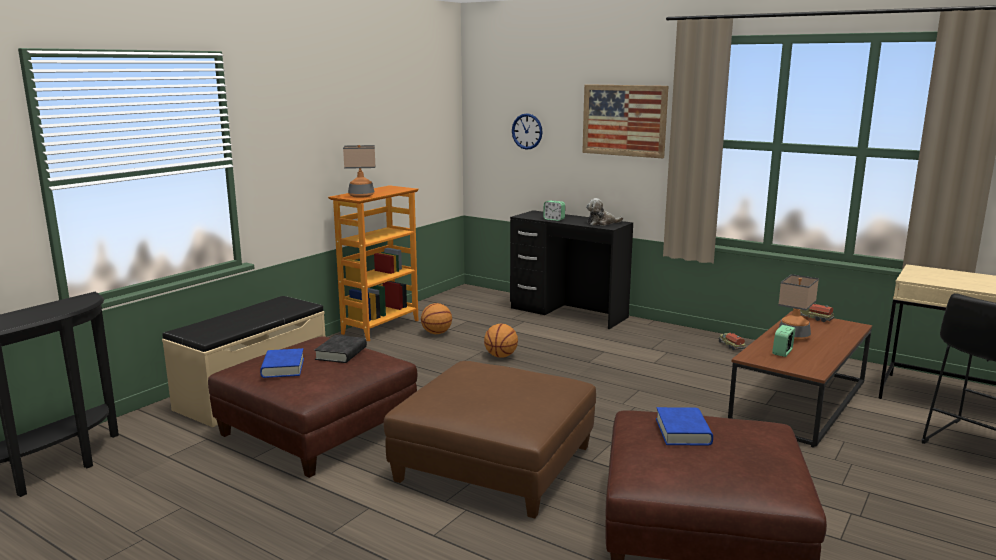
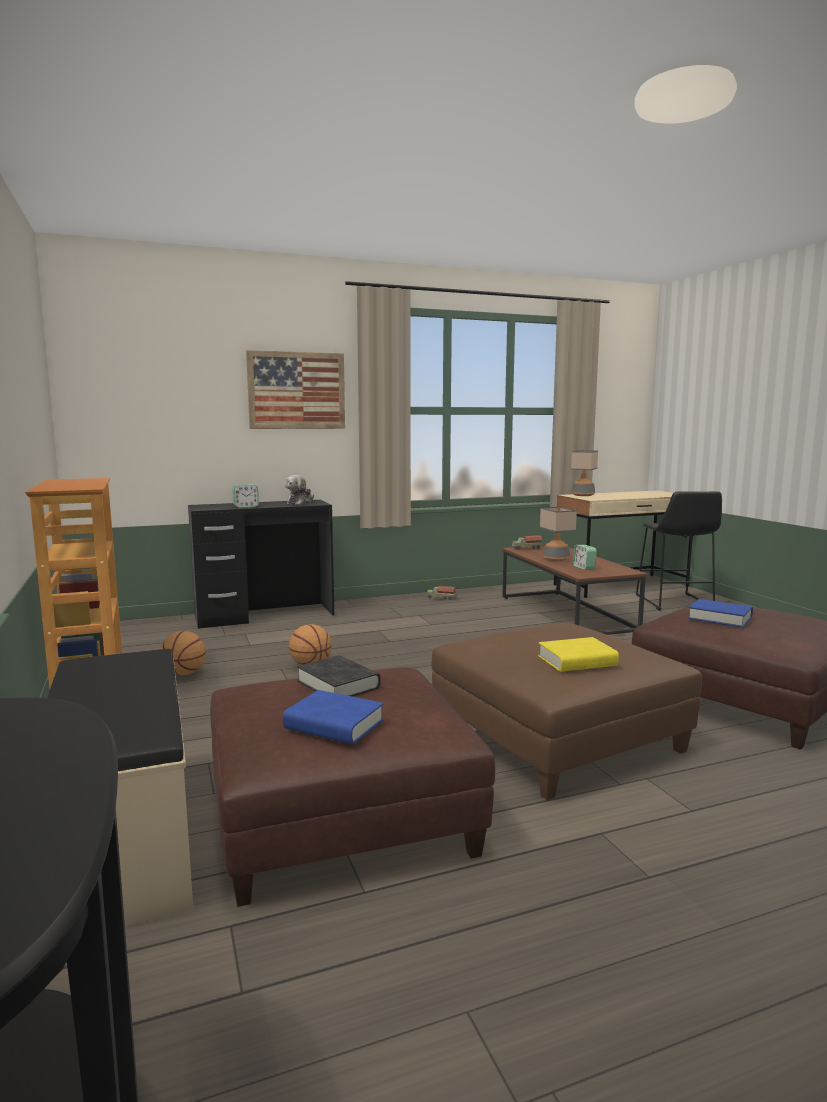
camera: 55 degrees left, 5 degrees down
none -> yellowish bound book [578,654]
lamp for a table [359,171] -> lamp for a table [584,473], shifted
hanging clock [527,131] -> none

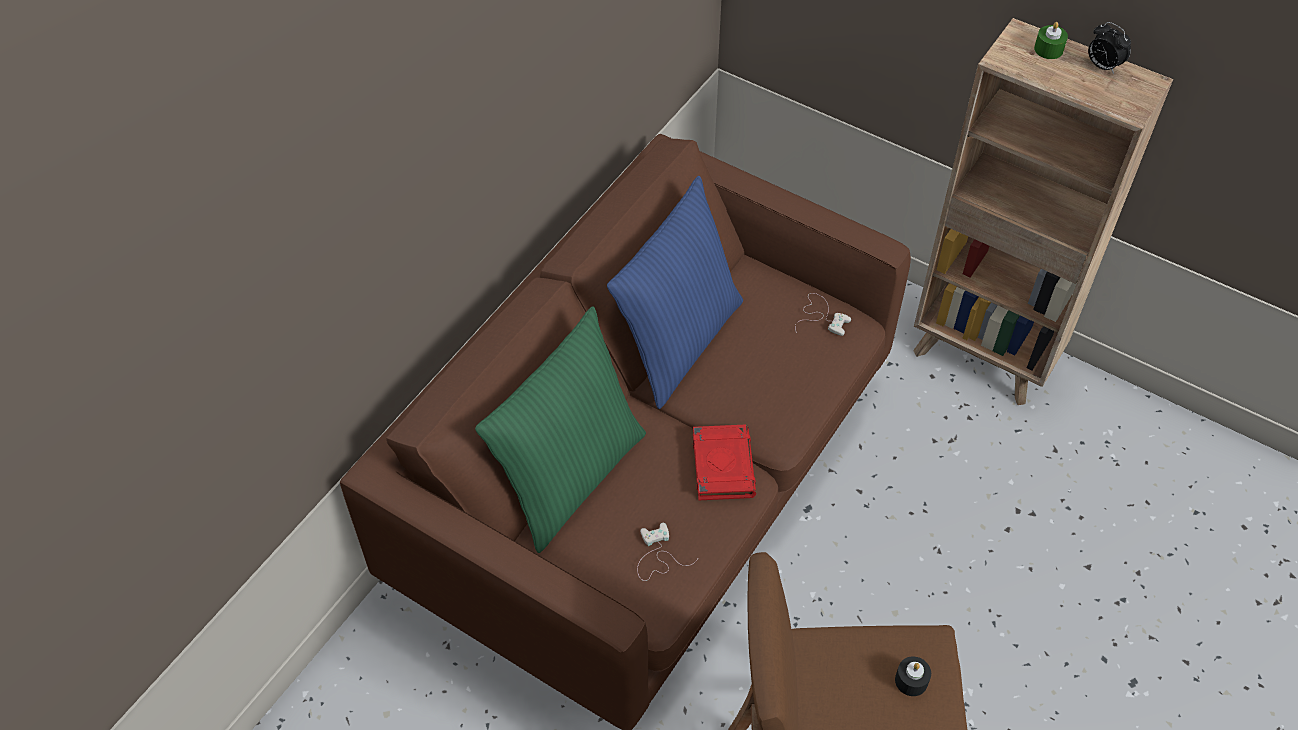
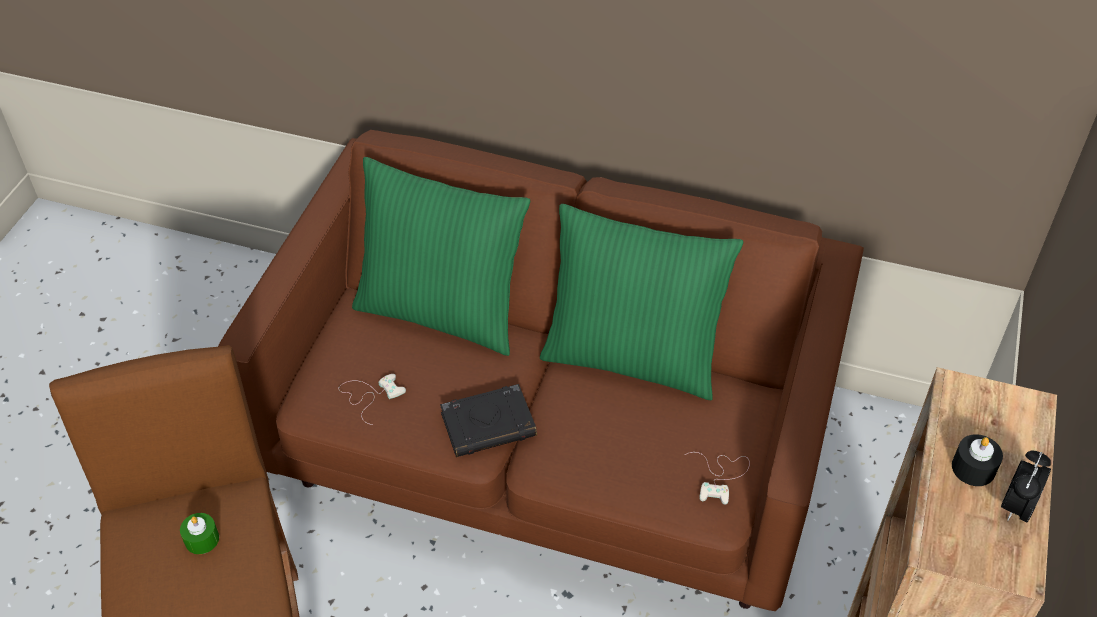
camera: 75 degrees right, 5 degrees down
greenish wax light [1051,40] -> greenish wax light [199,533], shifted
red bound book [724,462] -> blackish bound book [488,420]
blue pillow [675,292] -> greenish pillow [641,302]
blackish wax light [913,676] -> blackish wax light [977,460], shifted

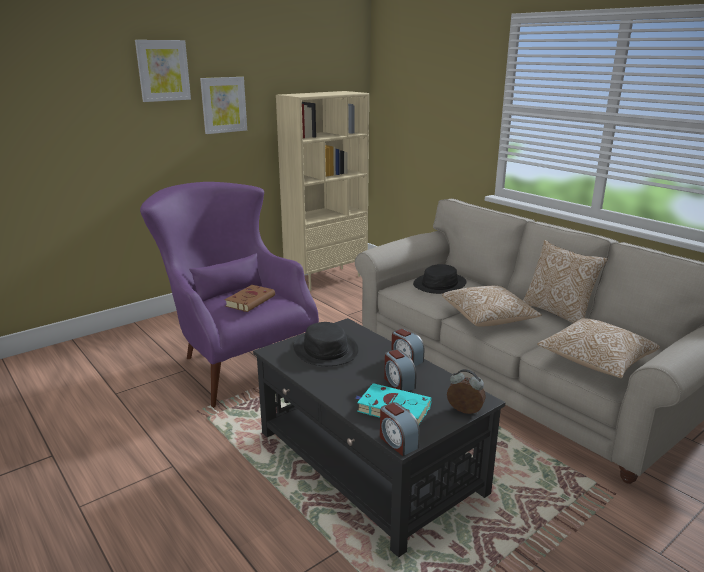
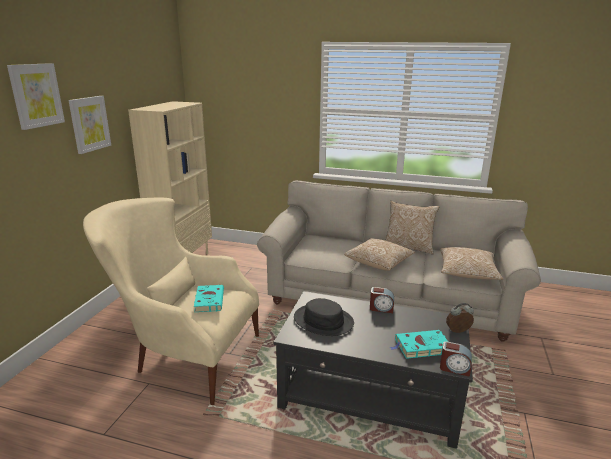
camera: 35 degrees left, 0 degrees up
purple-coloured easy chair [229,295] -> beige easy chair [171,301]
brownish bound book [250,298] -> blue-green bound book [209,298]
bedside clock [400,370] -> none
blackish clothing hat [440,279] -> none

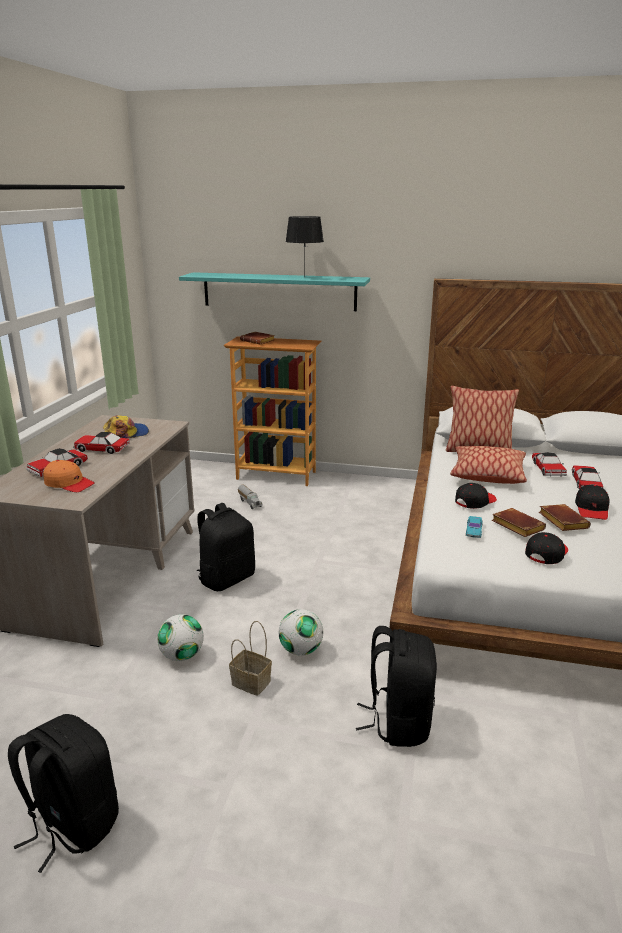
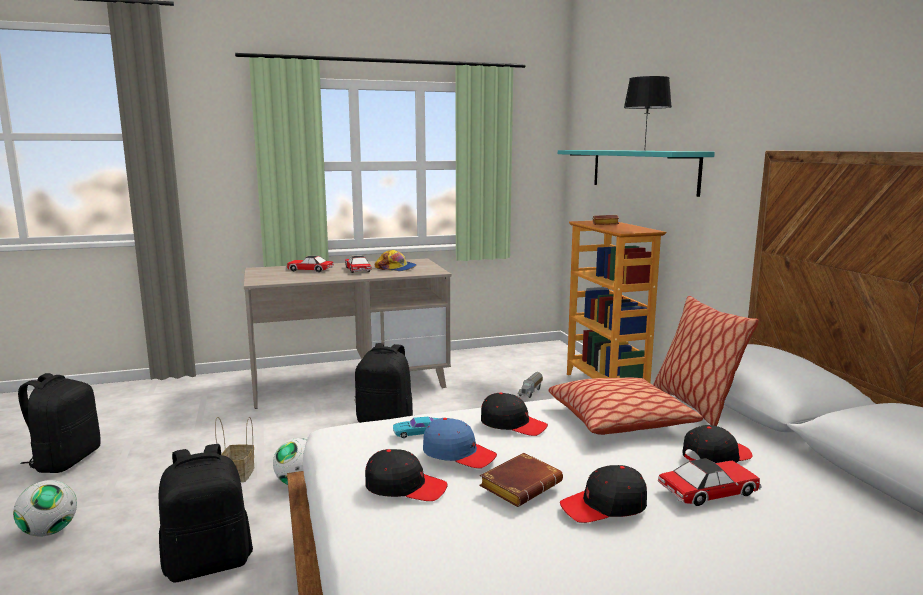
camera: 60 degrees right, 10 degrees down
football [180,637] -> football [45,508], shifted
brownish bound book [519,522] -> blue baseball cap [460,443]
miniature car [549,464] -> blackish baseball cap [717,444]
orange baseball cap [69,476] -> none

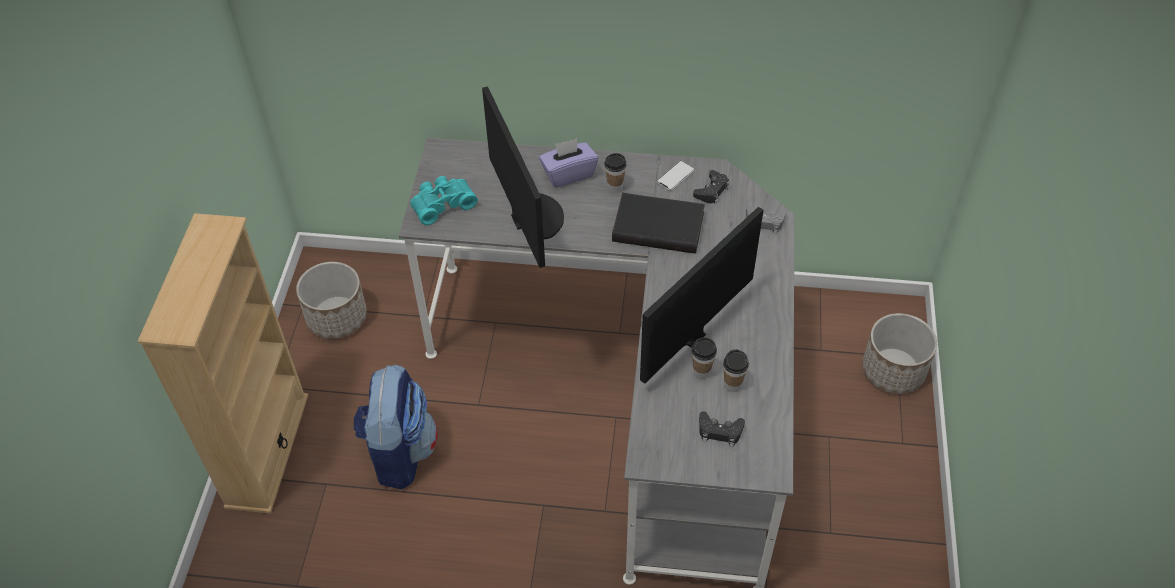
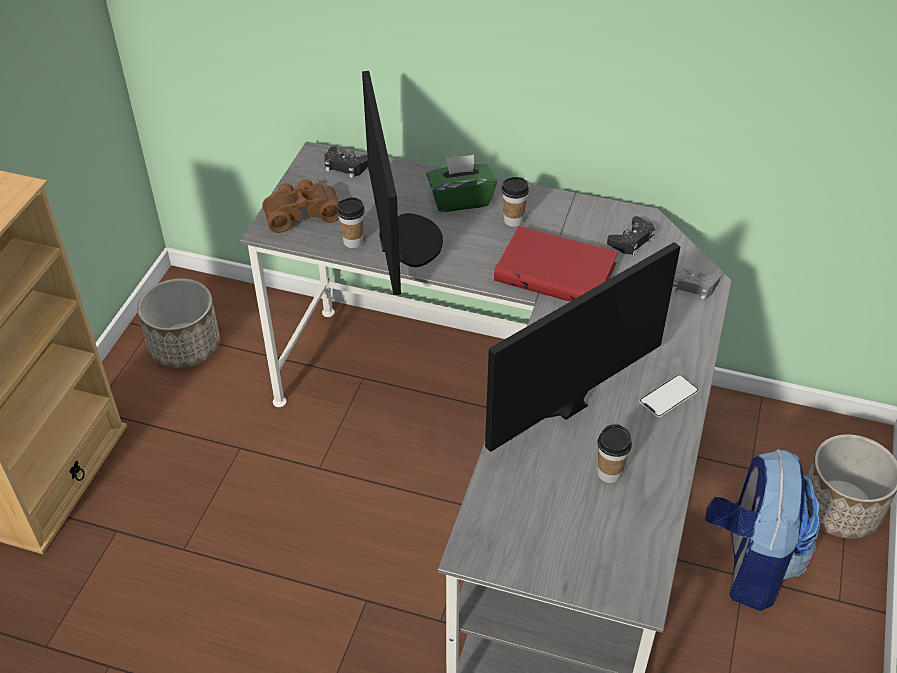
camera: 10 degrees right, 5 degrees down
blue-green field glasses [444,200] -> brownish field glasses [300,206]
blackish gamepad [722,429] -> blackish gamepad [346,162], shifted
drinking cup [704,358] -> drinking cup [351,222], shifted
purple-coloured box of tissues [568,163] -> greenish box of tissues [461,183]
blackish bound book [658,223] -> red bound book [556,264]
telephone [675,175] -> telephone [669,396], shifted
rucksack [396,427] -> rucksack [762,530], shifted

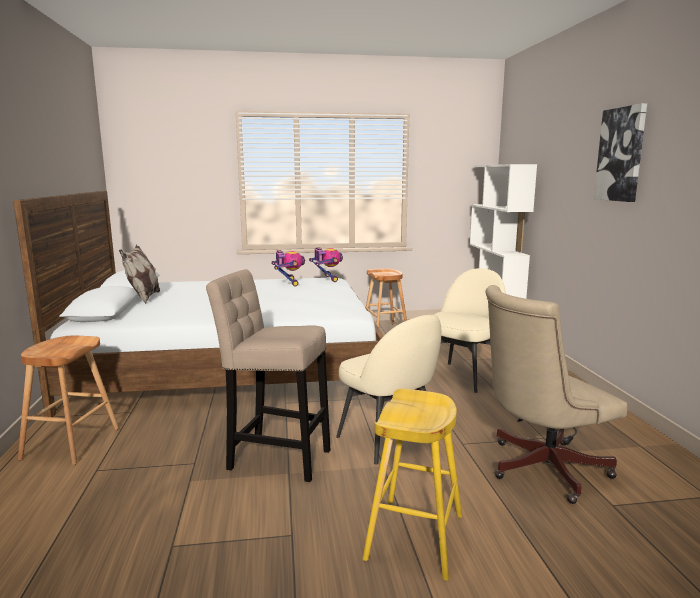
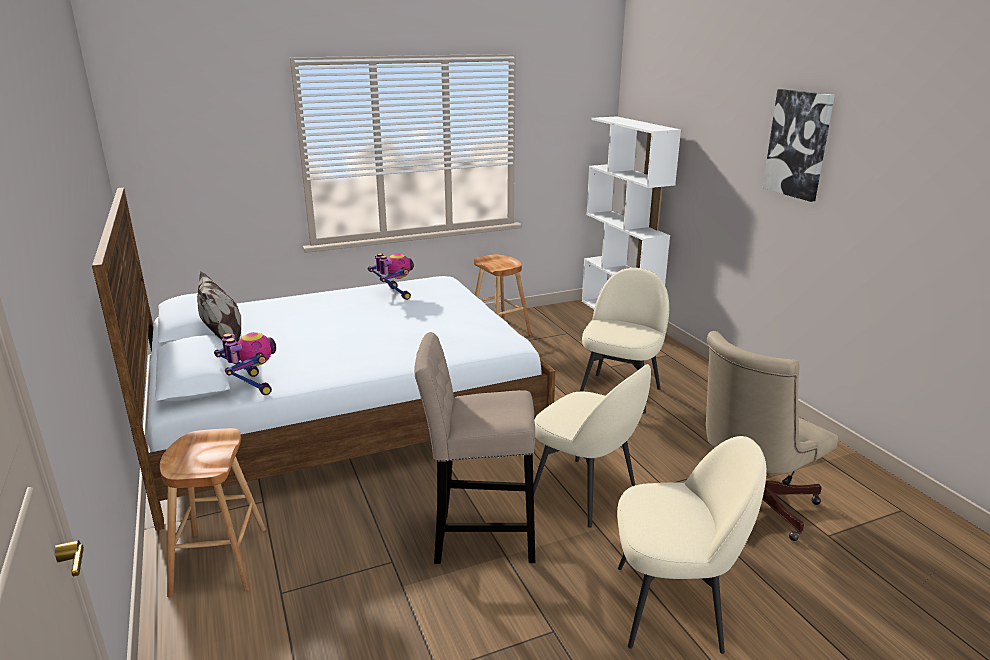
camera: 15 degrees left, 10 degrees up
toy robot [326,264] -> toy robot [245,363], shifted
yellowish sitting stool [412,485] -> beige plain chair [692,545]

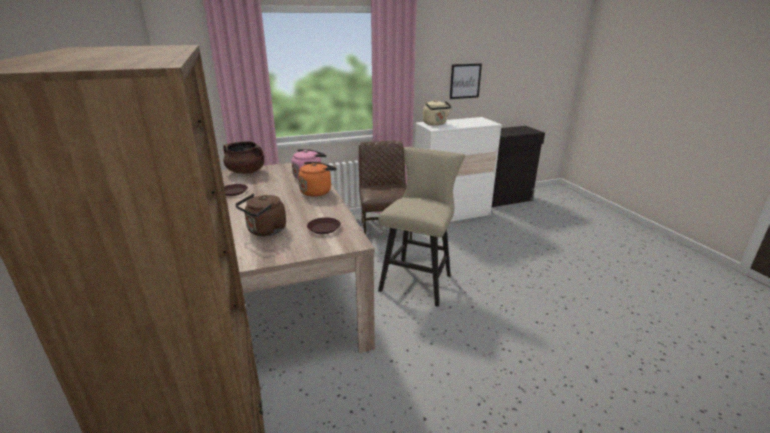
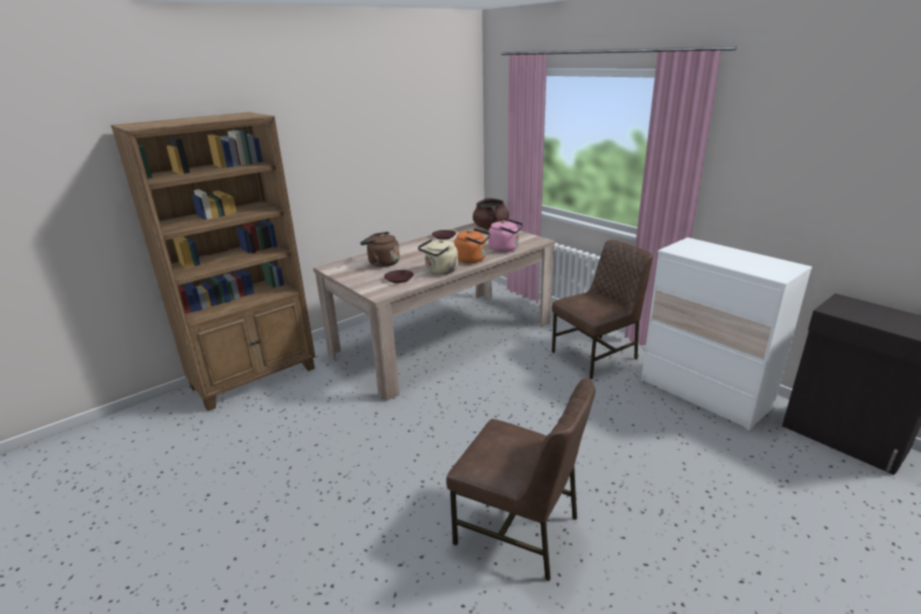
camera: 70 degrees right, 0 degrees up
beige water kettle [437,113] -> beige water kettle [438,256], shifted
none -> brownish plain chair [521,479]
beige sitting stool [421,227] -> none
wall art [466,81] -> none

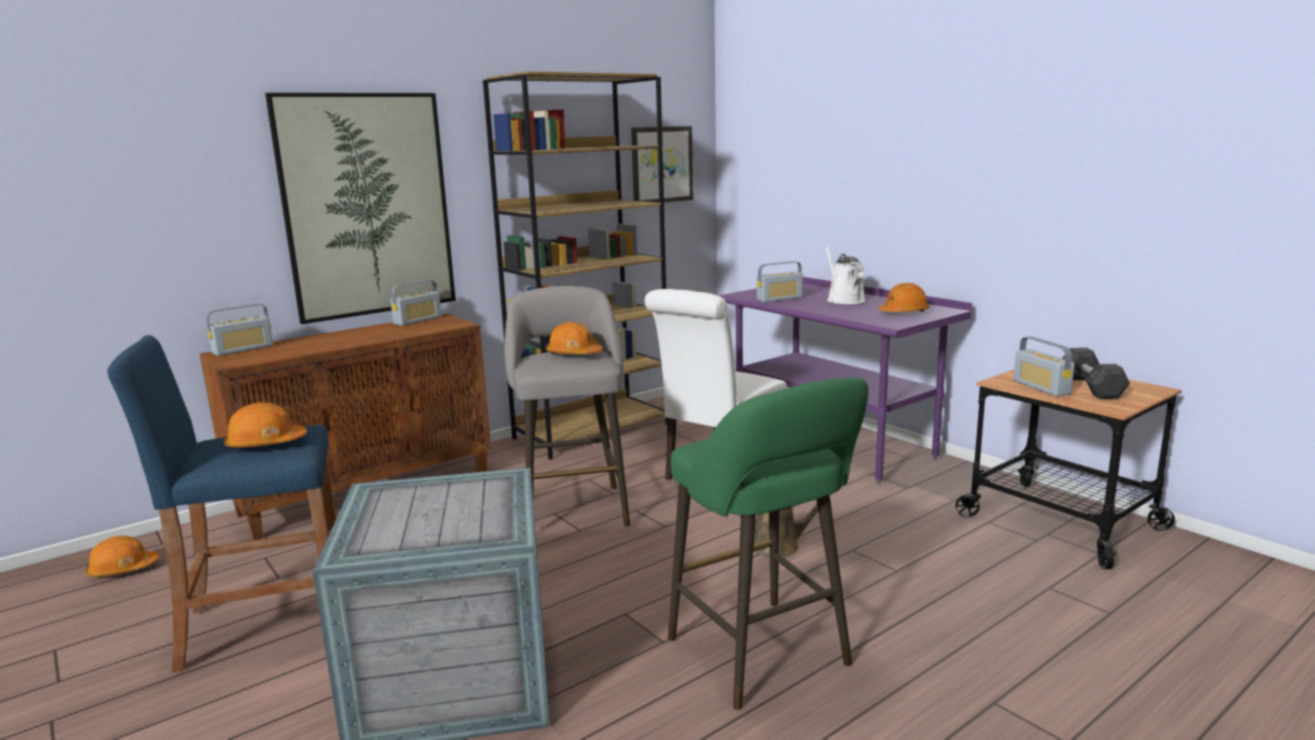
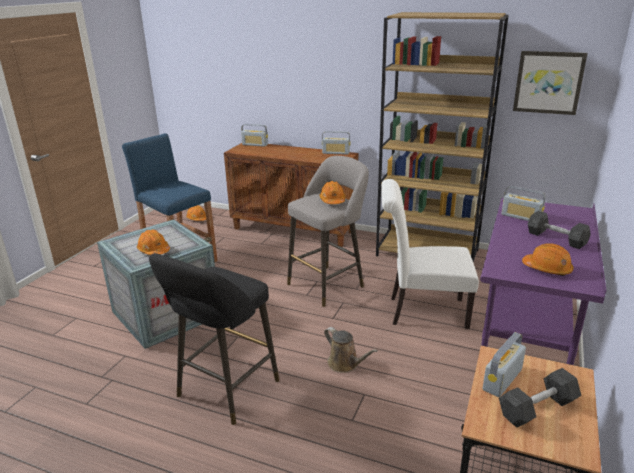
camera: 60 degrees right, 10 degrees up
orange hard hat [265,426] -> orange hard hat [153,242], shifted
greenish sitting stool [768,543] -> blackish sitting stool [214,339]
white-coloured watering pot [845,274] -> greyish dumbbell [559,230]
wall art [360,208] -> none

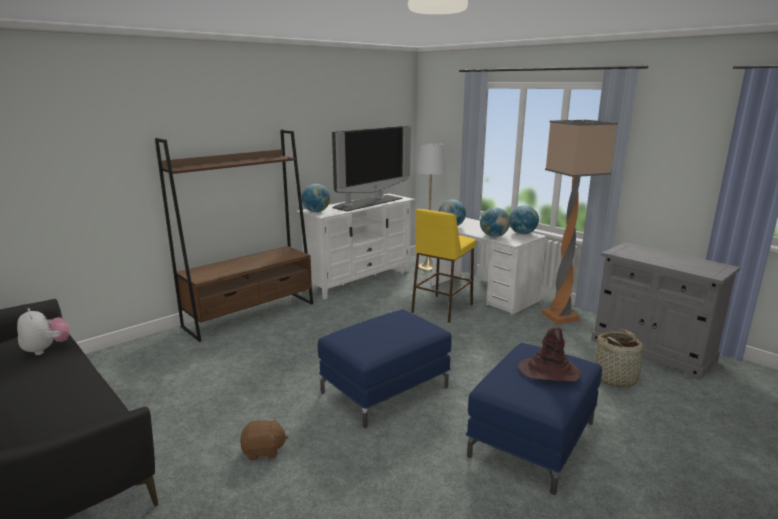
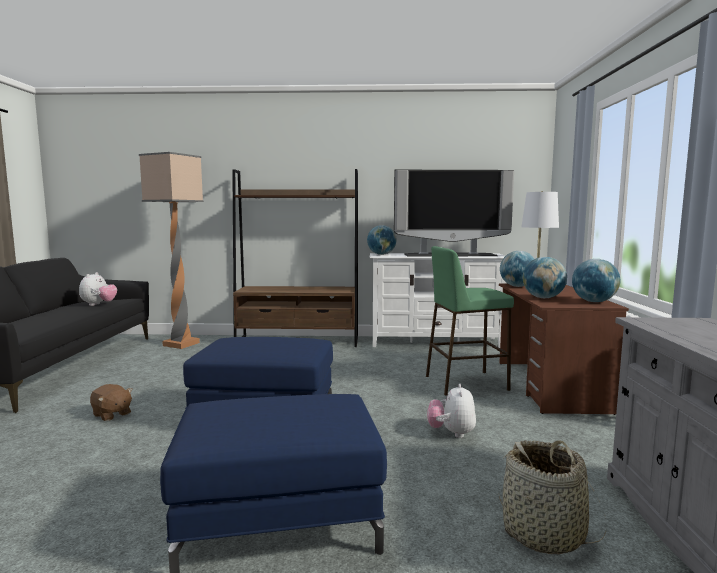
camera: 45 degrees right, 10 degrees down
standard lamp [580,222] -> standard lamp [171,250], shifted
yellowish sitting stool [443,266] -> greenish sitting stool [470,320]
none -> plush toy [451,411]
white-coloured desk [489,266] -> brownish desk [564,349]
brownish clothing hat [549,353] -> none

